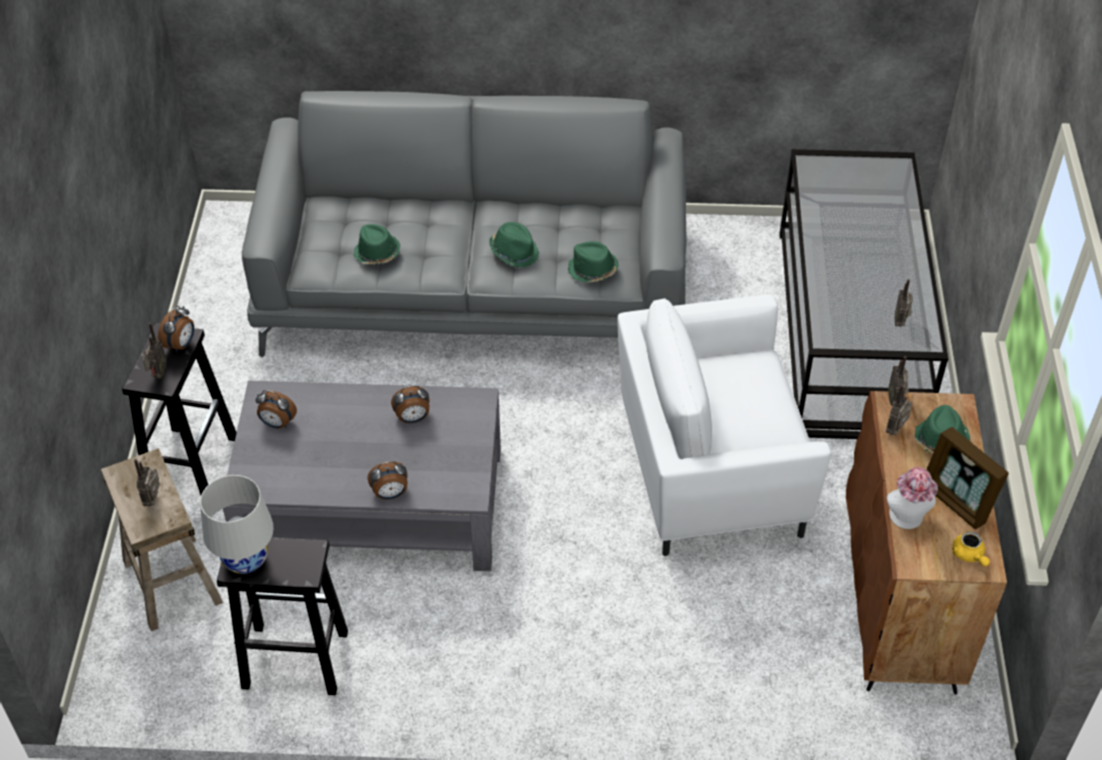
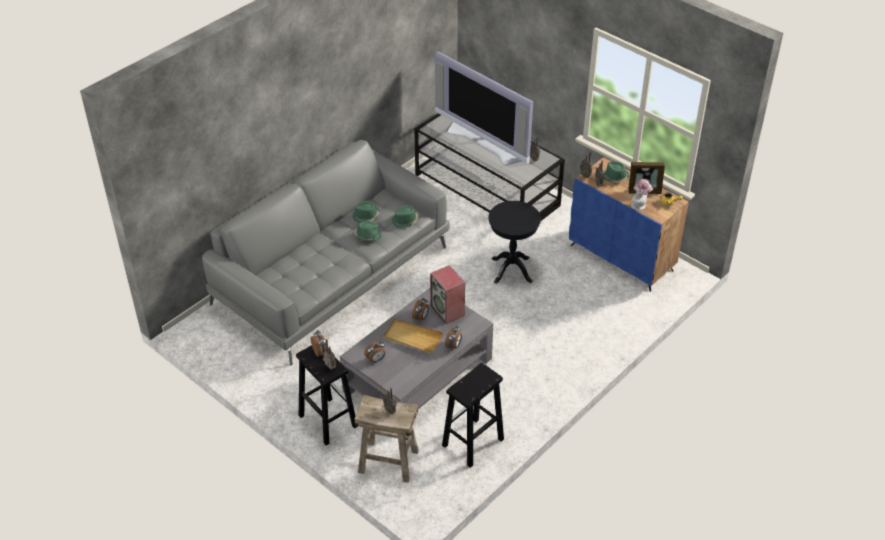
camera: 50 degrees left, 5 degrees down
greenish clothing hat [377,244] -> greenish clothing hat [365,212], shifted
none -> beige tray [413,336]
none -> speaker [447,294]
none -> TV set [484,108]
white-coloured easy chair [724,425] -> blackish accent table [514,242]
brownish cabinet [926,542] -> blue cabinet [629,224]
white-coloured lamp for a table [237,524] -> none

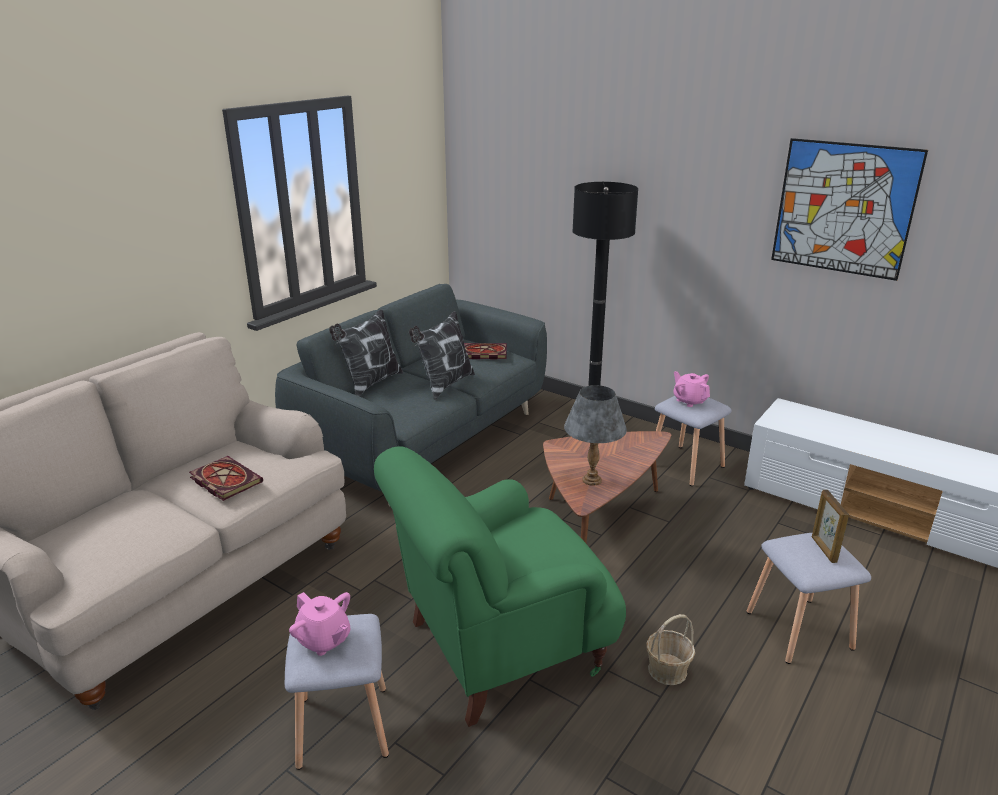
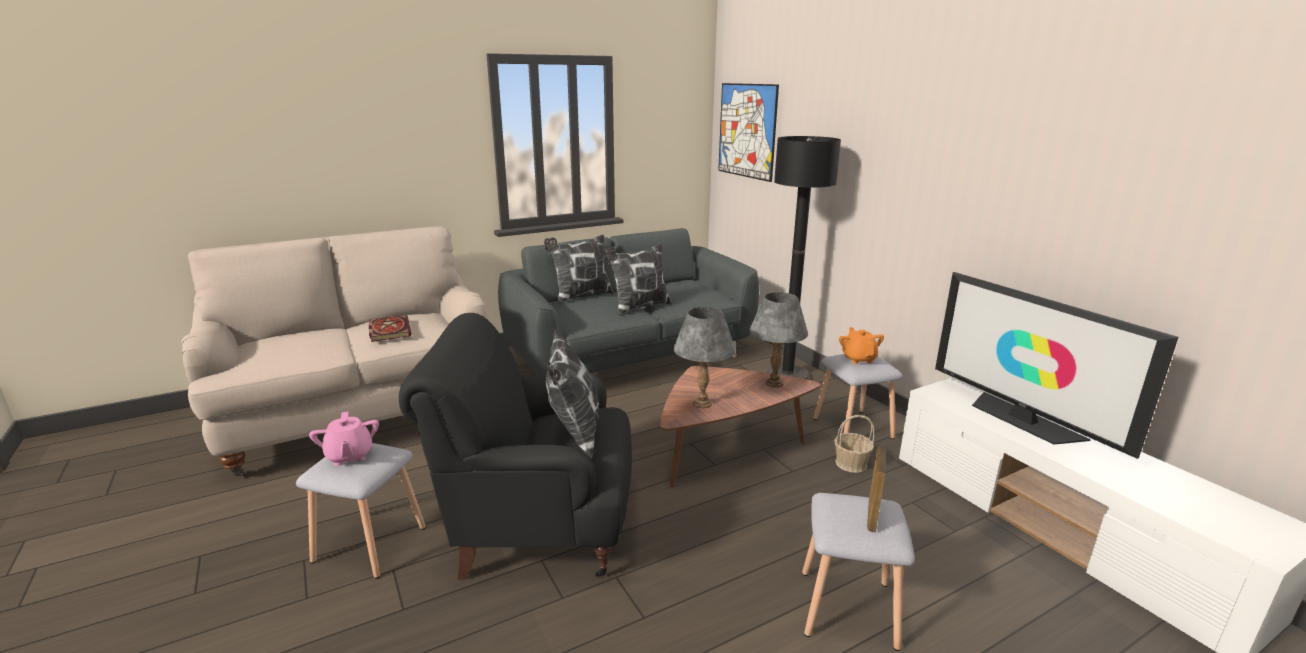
camera: 25 degrees right, 5 degrees down
greenish easy chair [500,586] -> blackish easy chair [515,446]
none -> pillow [572,394]
wall art [849,209] -> wall art [748,132], shifted
none -> greyish lamp for a table [778,340]
basket [670,649] -> basket [854,444], shifted
pinkish tea pot [691,389] -> orange tea pot [861,345]
none -> TV set [1056,365]
bound book [485,351] -> none

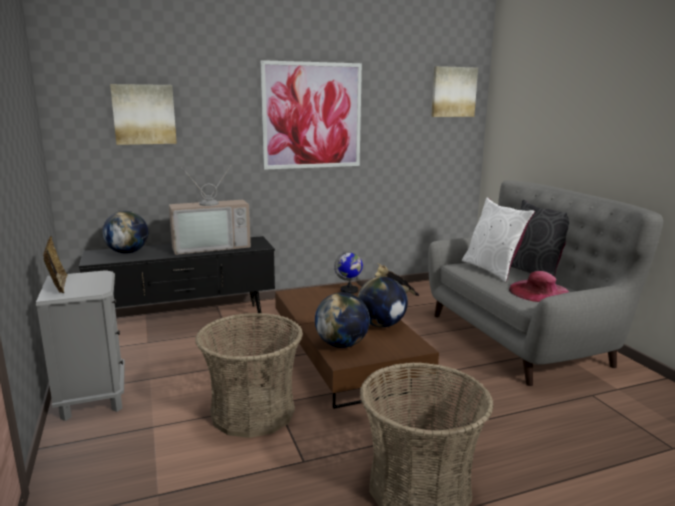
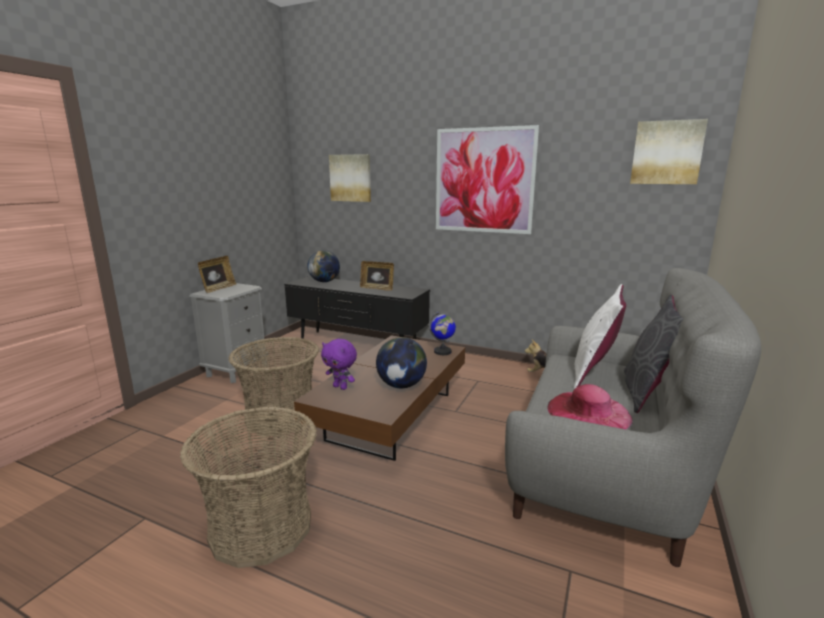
camera: 45 degrees right, 0 degrees up
globe [342,320] -> purple-coloured plush toy [339,364]
TV set [210,210] -> standing frame [377,276]

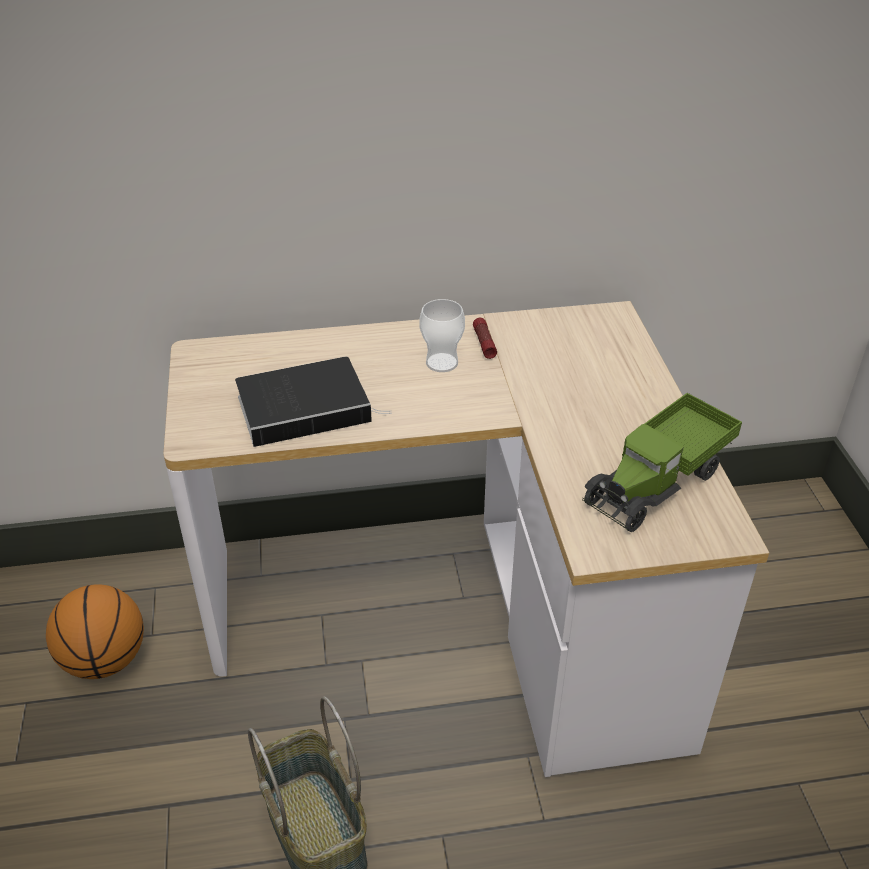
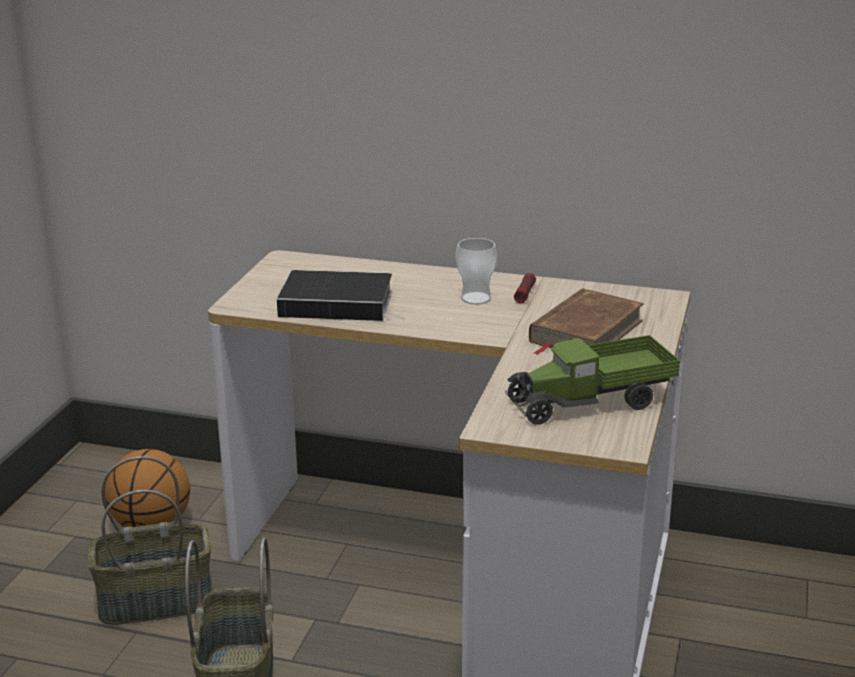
camera: 25 degrees right, 15 degrees down
none -> basket [150,540]
none -> brownish bound book [586,321]

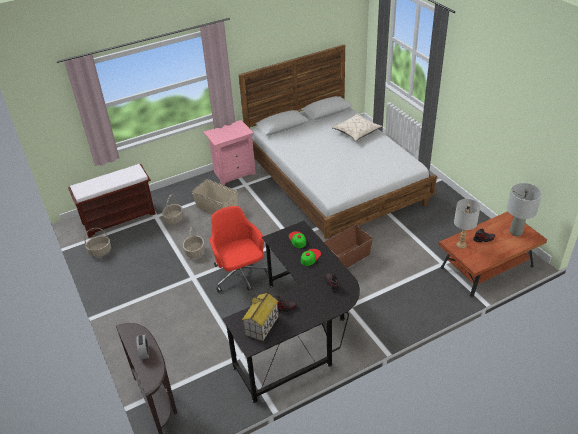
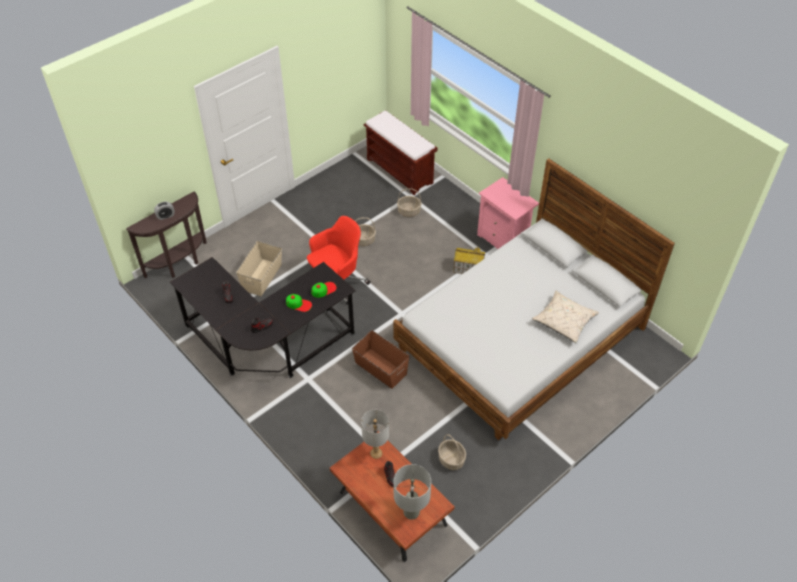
camera: 75 degrees right, 10 degrees up
beige storage bin [215,196] -> beige storage bin [259,268], shifted
basket [97,242] -> basket [452,452], shifted
miniature house [260,317] -> miniature house [469,260], shifted

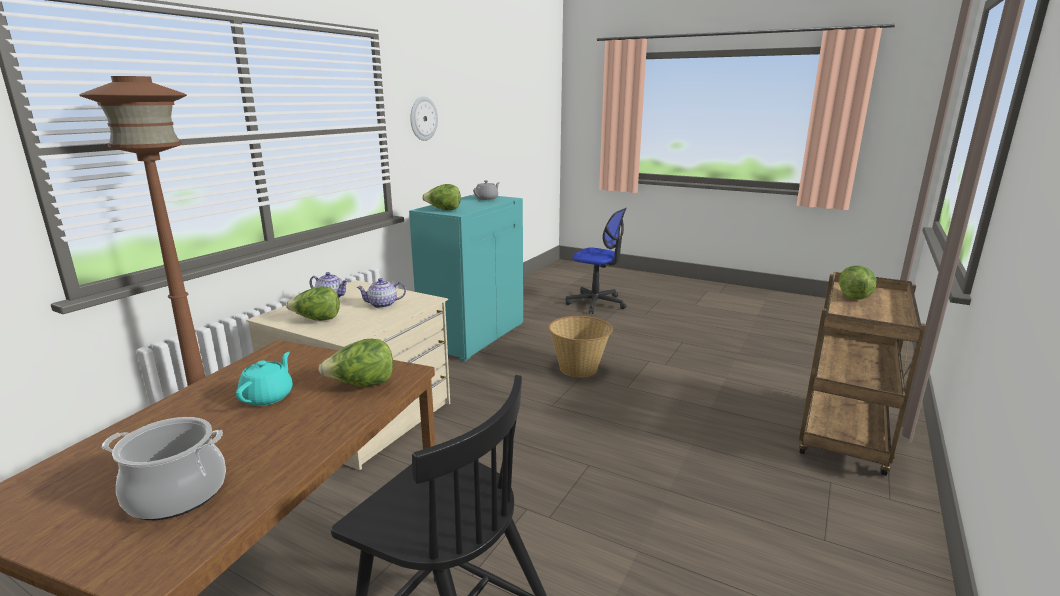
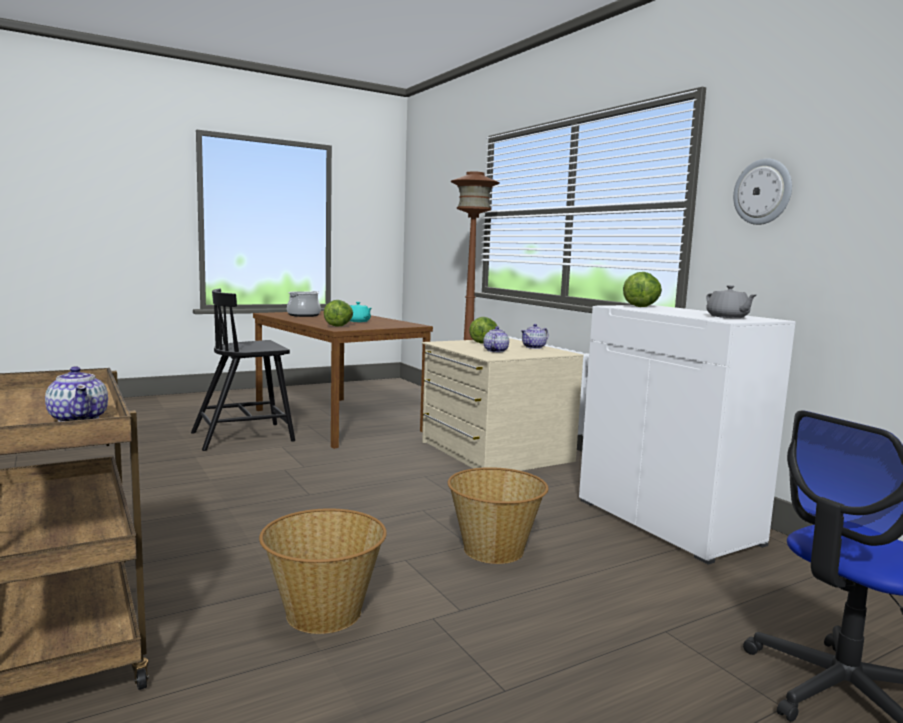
camera: 120 degrees right, 10 degrees down
lettuce head [857,282] -> tea pot [76,394]
none -> basket [323,571]
blue-green cabinet [466,278] -> white-coloured cabinet [687,435]

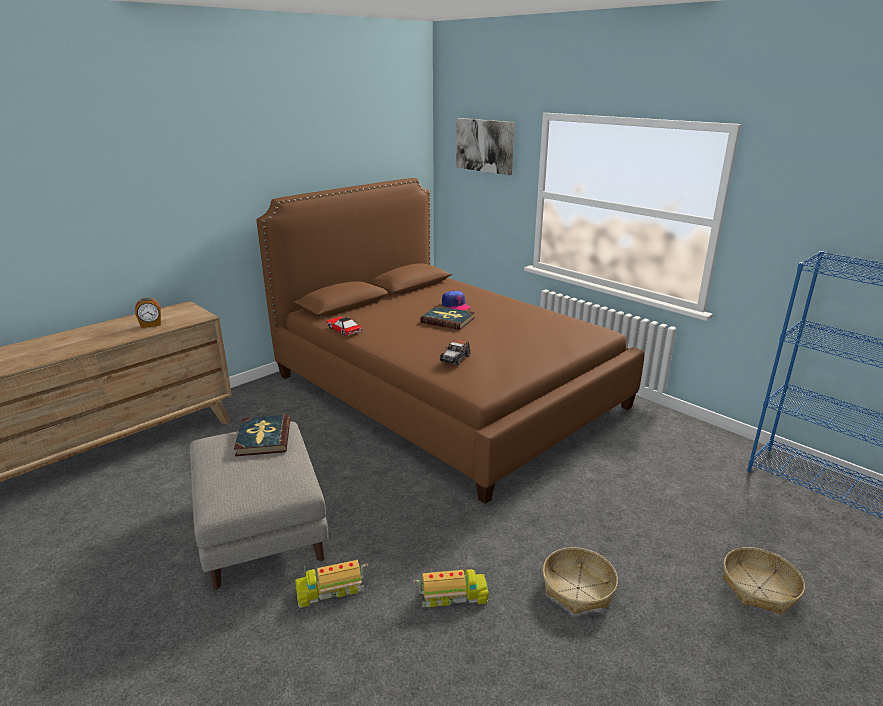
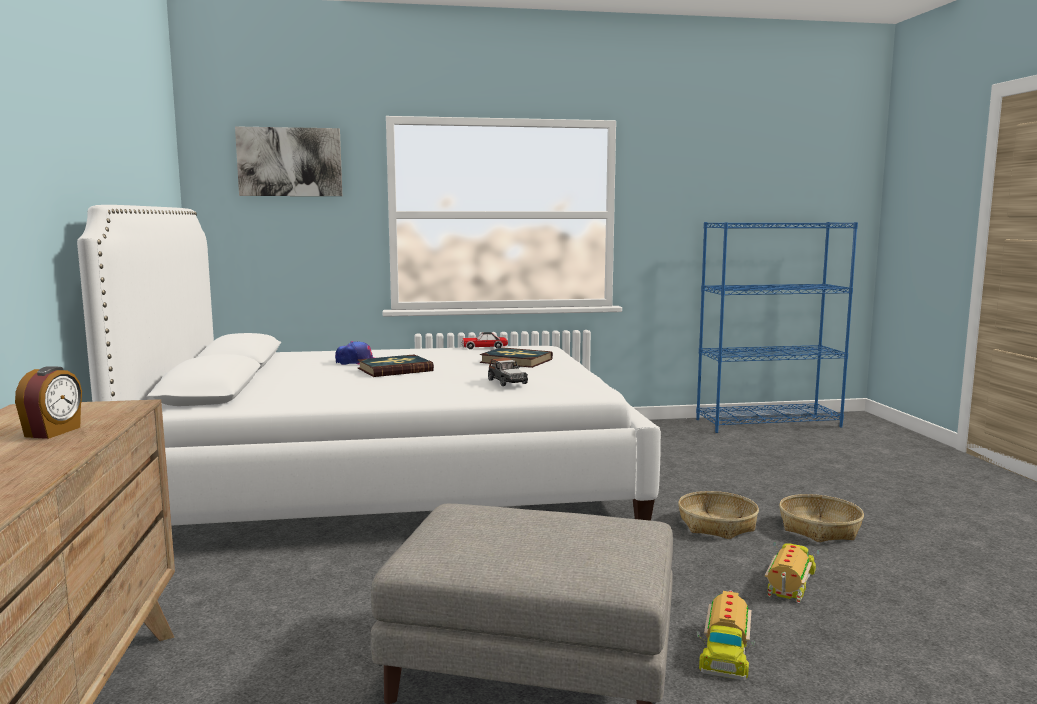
camera: 55 degrees left, 15 degrees down
brownish sleeping bed [450,341] -> white-coloured sleeping bed [369,365]
miniature car [344,326] -> miniature car [484,340], shifted
bound book [262,435] -> bound book [516,357], shifted
basket [764,581] -> basket [718,515], shifted

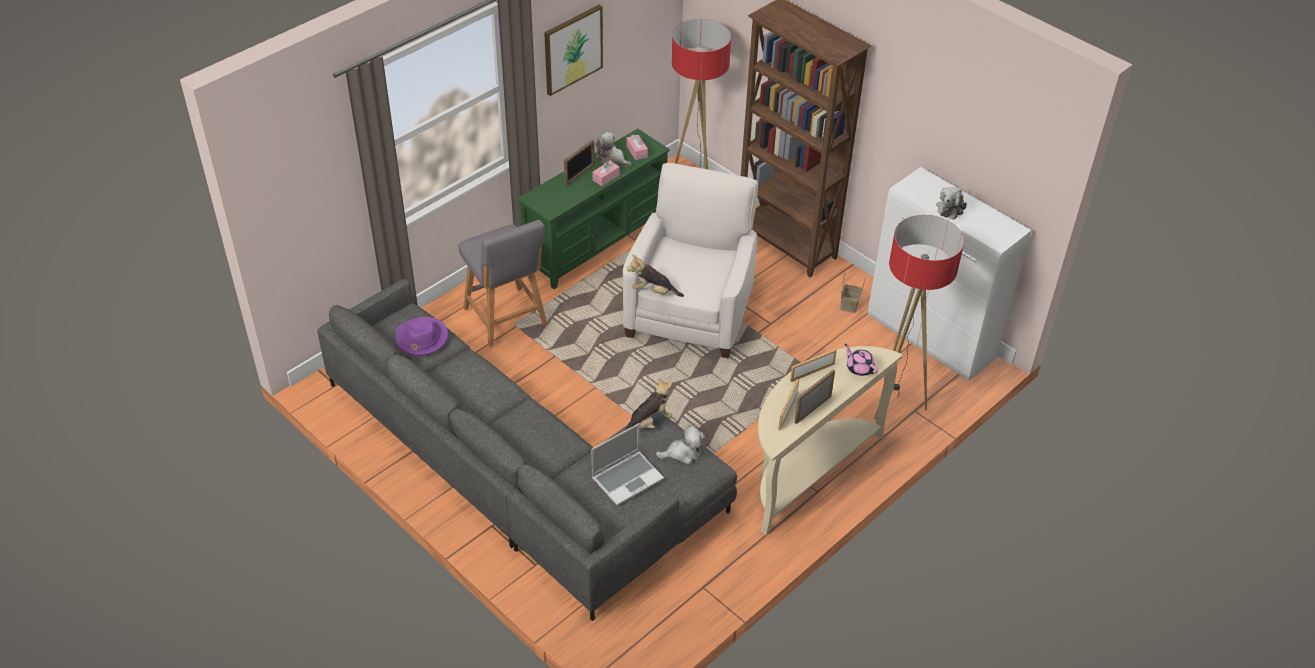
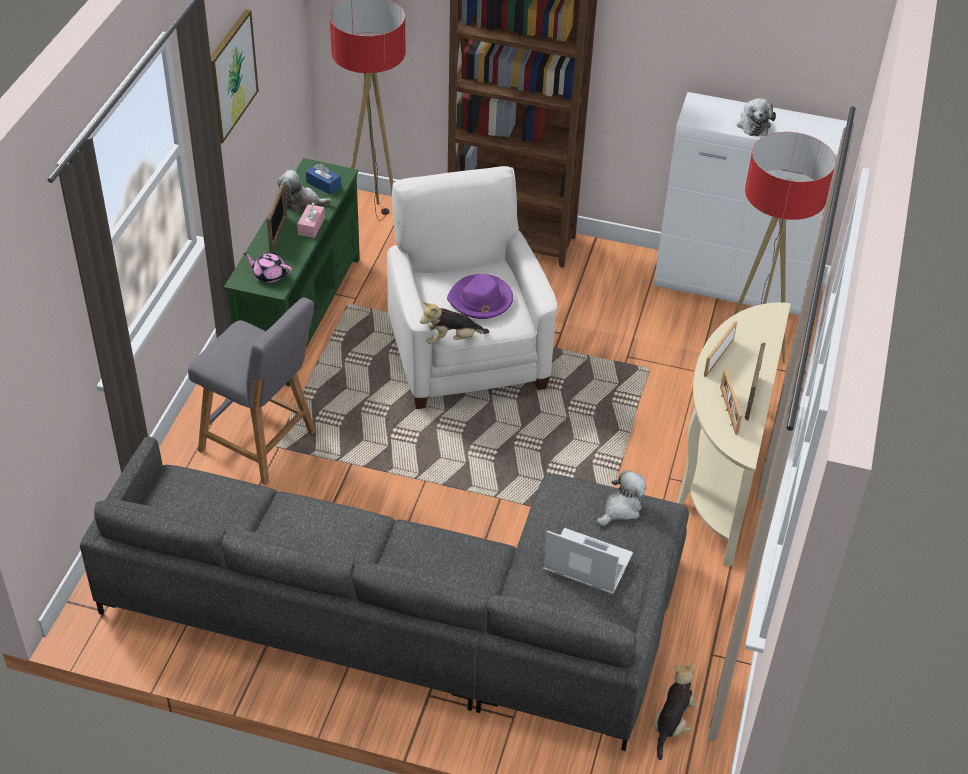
camera: 30 degrees left, 0 degrees up
pinkish tea pot [861,360] -> pinkish tea pot [267,267], shifted
pinkish box of tissues [637,147] -> blue box of tissues [323,179]
purple-coloured clothing hat [421,336] -> purple-coloured clothing hat [480,296], shifted
portable computer [627,464] -> portable computer [588,561], 90 degrees counterclockwise
plush toy [649,404] -> plush toy [675,711], shifted
basket [853,292] -> none

